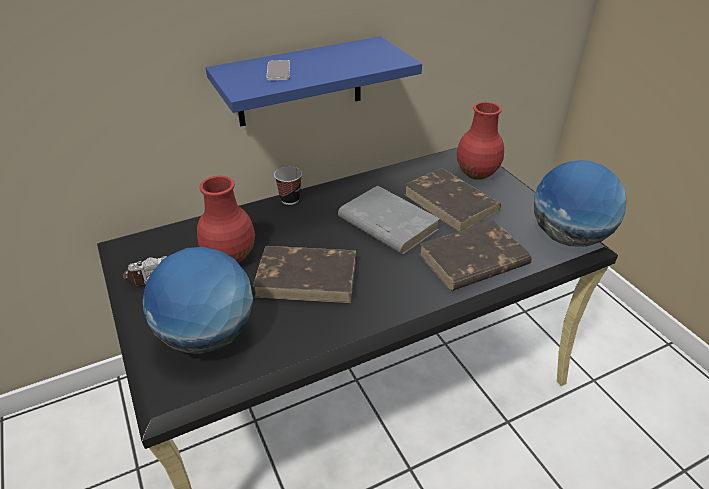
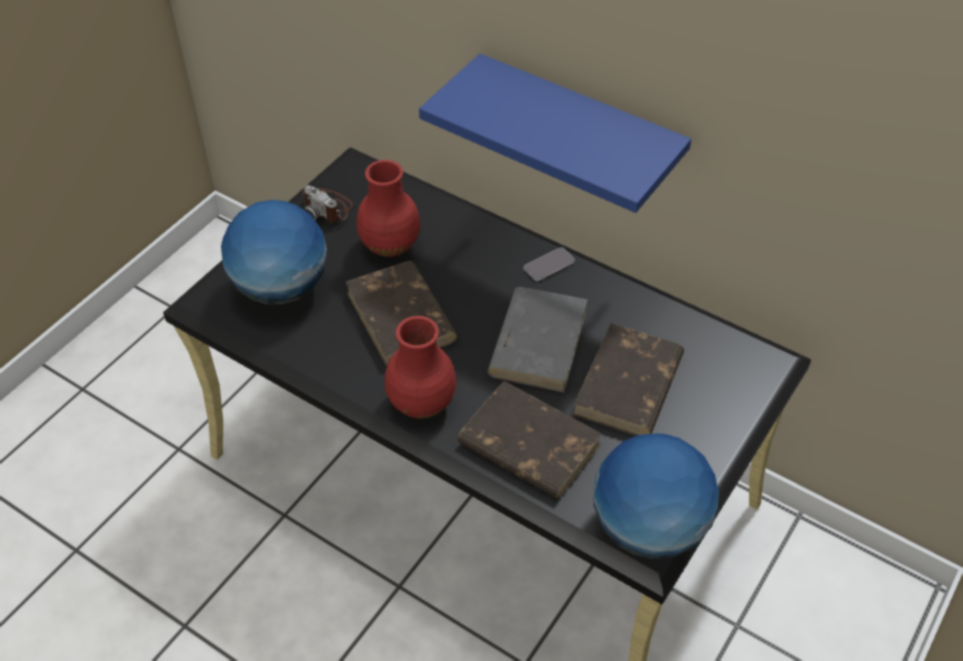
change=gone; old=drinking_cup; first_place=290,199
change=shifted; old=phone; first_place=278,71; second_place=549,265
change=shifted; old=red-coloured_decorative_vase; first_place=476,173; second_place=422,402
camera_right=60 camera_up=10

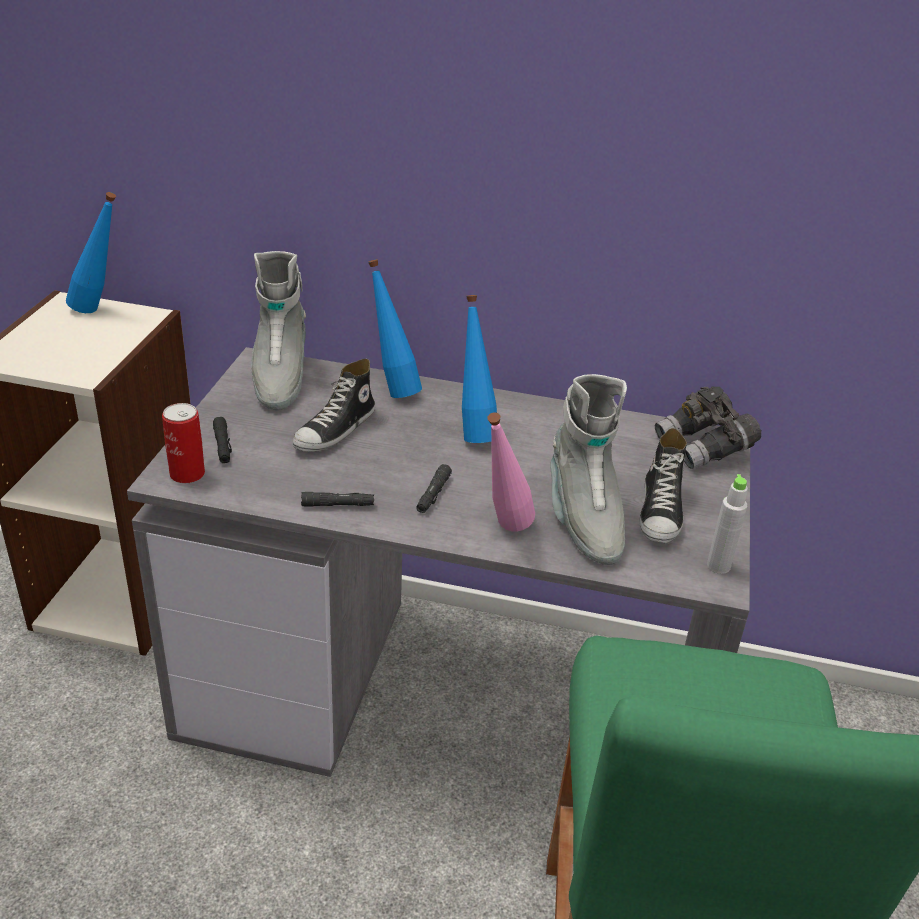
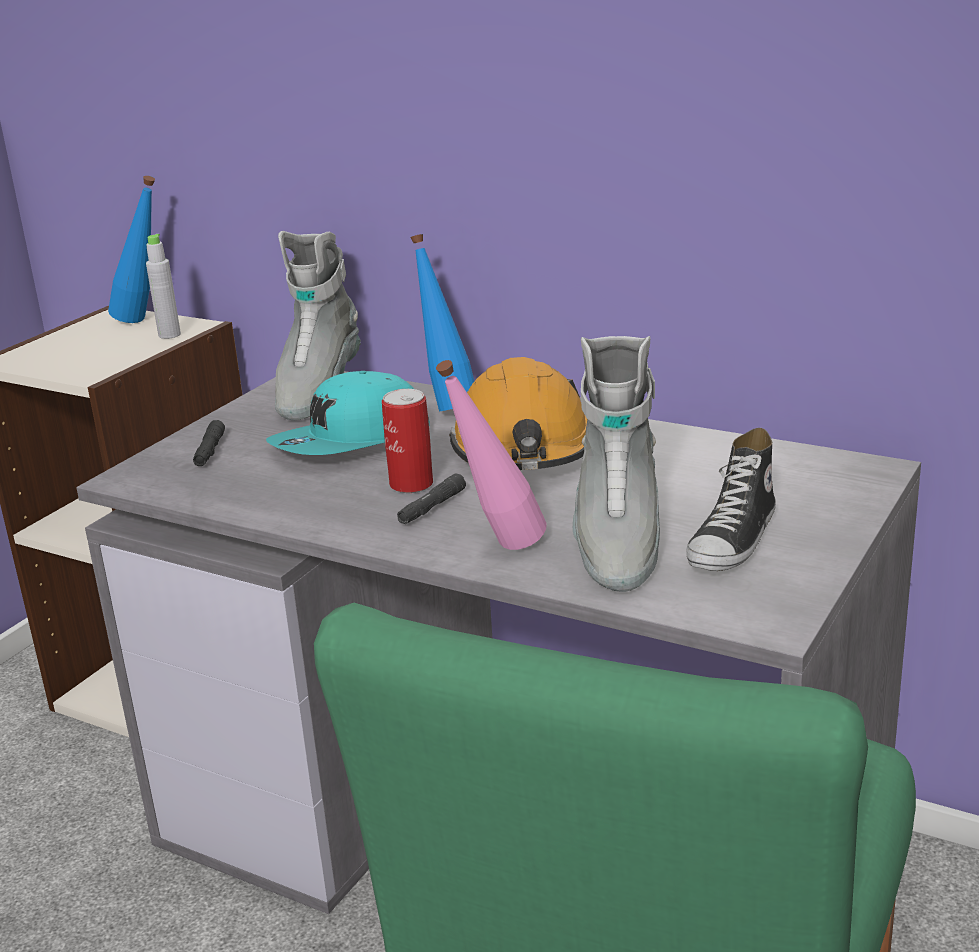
change=gone; old=black-coloured_flashlight; first_place=338,505
change=gone; old=grey_pair_of_binoculars; first_place=704,448
change=shifted; old=can; first_place=187,474; second_place=411,484
change=shifted; old=grey_bottle; first_place=718,566; second_place=169,335
change=swapped; old=low_shoe; new=turquoise_peaked_cap; first_place=336,430; second_place=351,442
change=swapped; old=blue_bottle; new=orange_hard_hat; first_place=473,432; second_place=524,449
camera_right=20 camera_up=-10

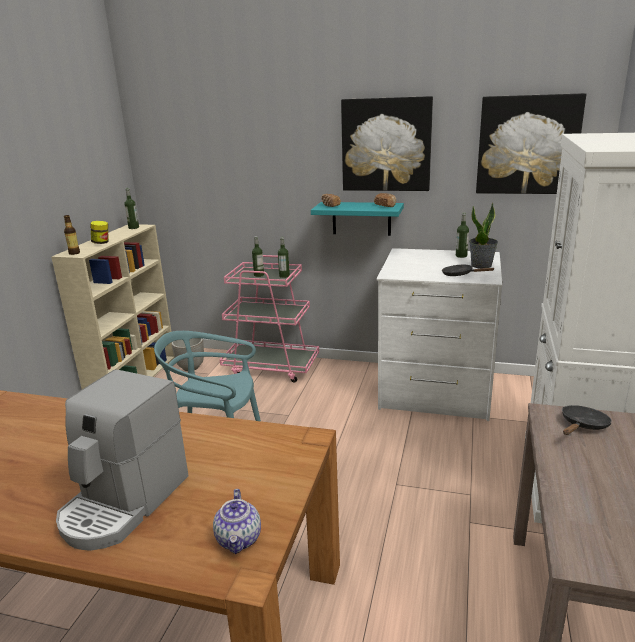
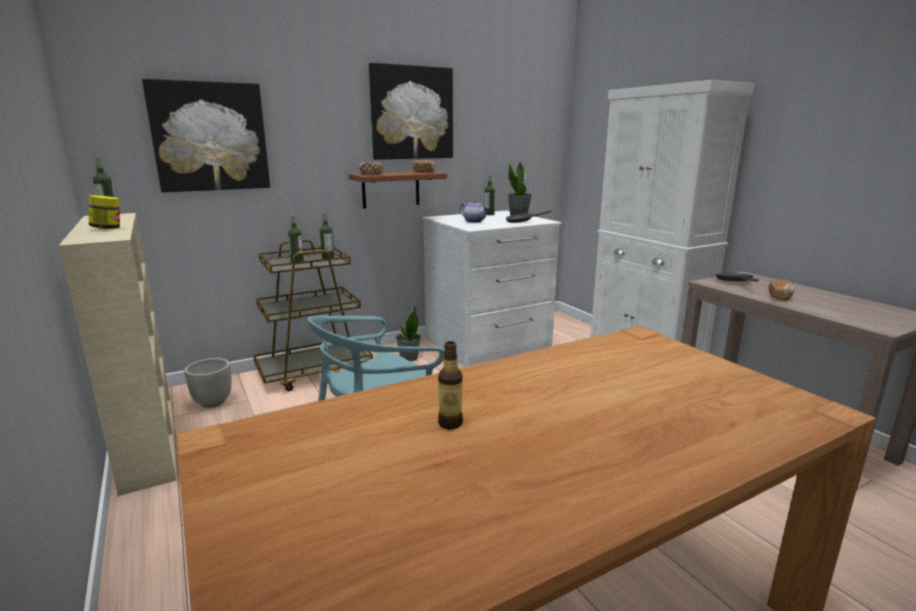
change=gone; old=coffee_maker; first_place=124,503
change=new; new=houseplant; second_place=408,357
change=new; new=baked_bread; second_place=780,297
change=shifted; old=bottle; first_place=74,253; second_place=450,423
change=shifted; old=pot_for_tea; first_place=239,539; second_place=474,221
change=shifted; old=picture; first_place=527,145; second_place=210,137
change=repainted; old=pink-coloured_cart; new=brown-coloured_cart; first_place=271,367; second_place=315,372
change=repainted; old=turquoise_shelf; new=brown-coloured_shelf; first_place=361,218; second_place=391,189
camera_right=-45 camera_up=-5

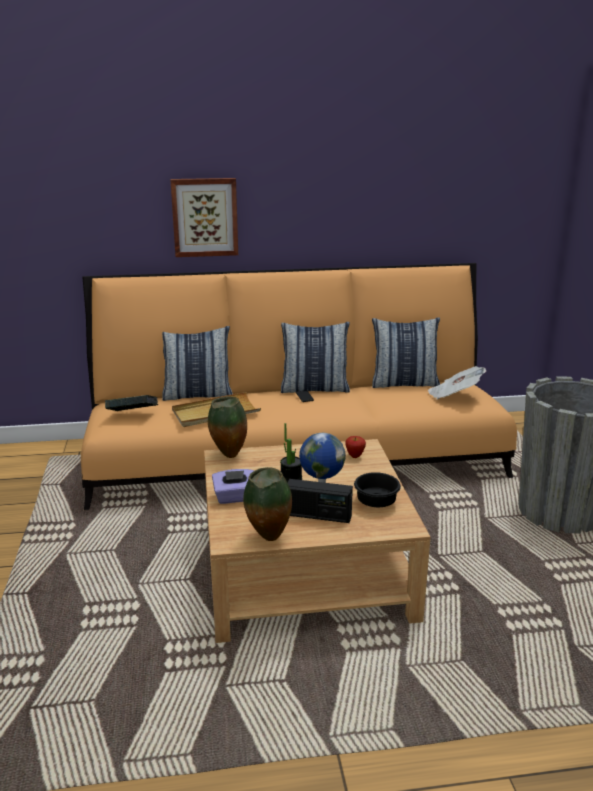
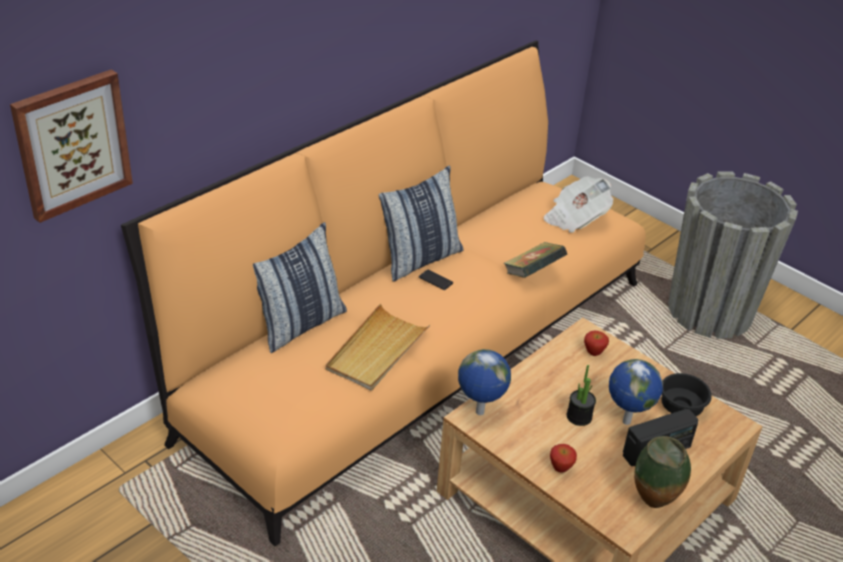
change=gone; old=throw_pillow; first_place=404,383
change=shifted; old=volume; first_place=133,416; second_place=532,273
change=shifted; old=picture; first_place=205,217; second_place=72,144
change=swapped; old=decorative_vase; new=desk_globe; first_place=228,456; second_place=479,413
change=swapped; old=purplish_tissue_box; new=apple_fruit; first_place=235,498; second_place=560,469
camera_right=-40 camera_up=15

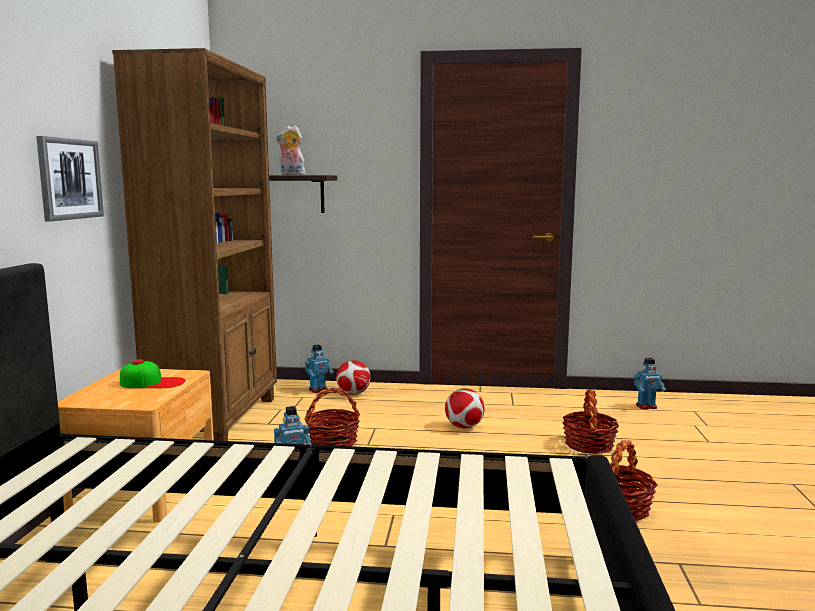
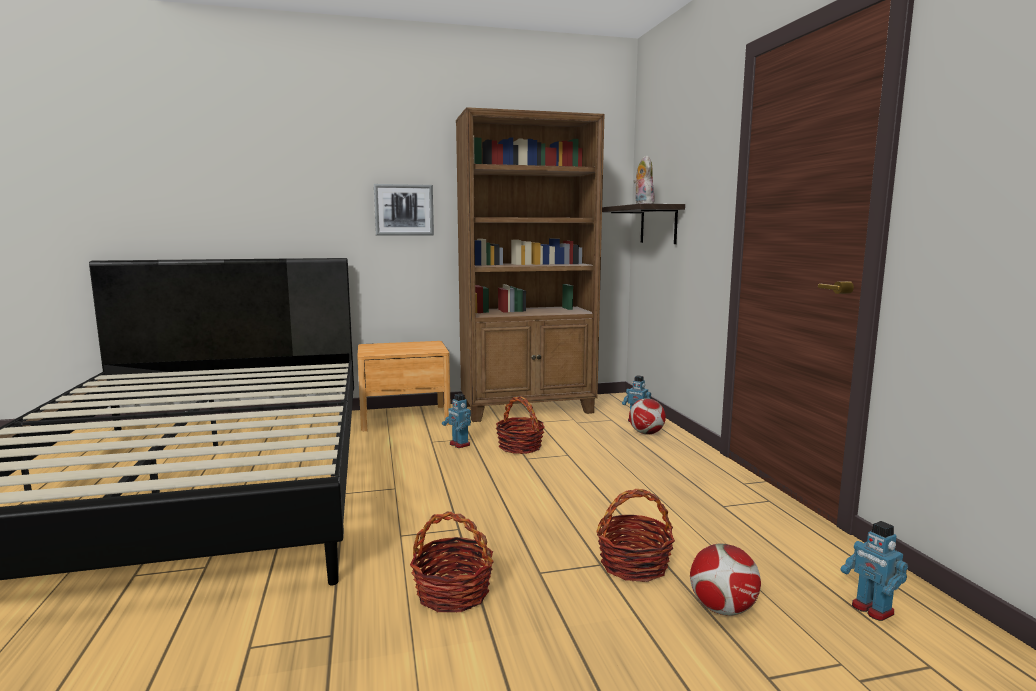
change=gone; old=peaked_cap; first_place=152,382
change=shifted; old=ball_for_football; first_place=464,427; second_place=722,609
camera_right=70 camera_up=0

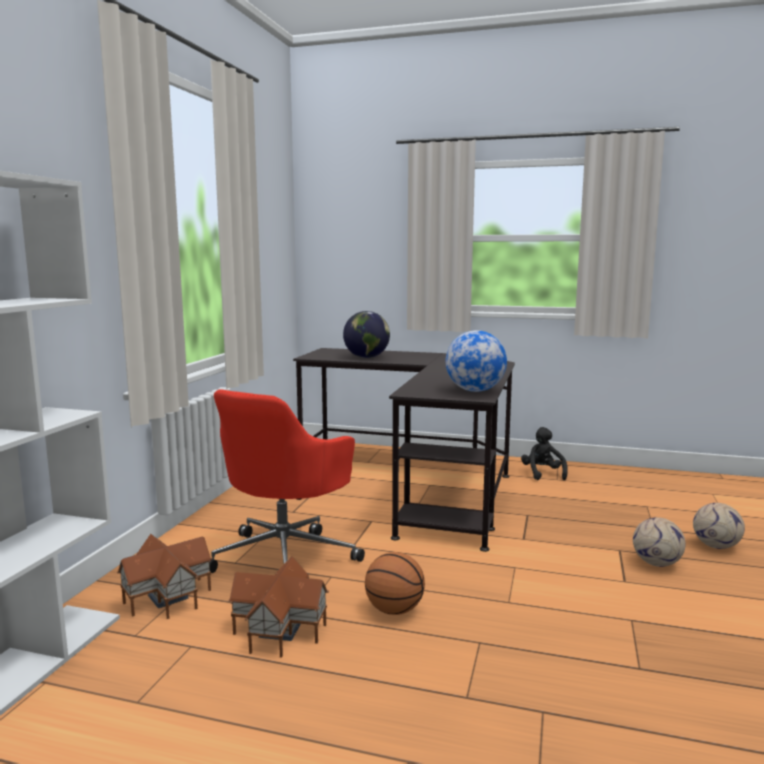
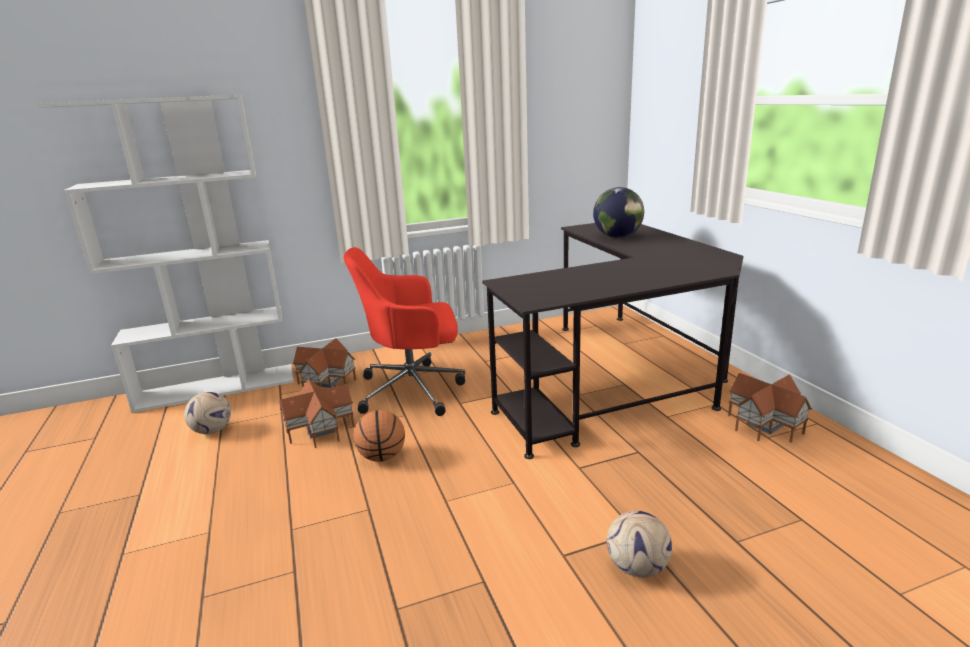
change=gone; old=desk_globe; first_place=475,391
change=shifted; old=ball_for_football; first_place=716,546; second_place=212,431
change=swapped; old=black-coloured_soft_toy; new=toy_house; first_place=542,474; second_place=766,424
camera_right=55 camera_up=10

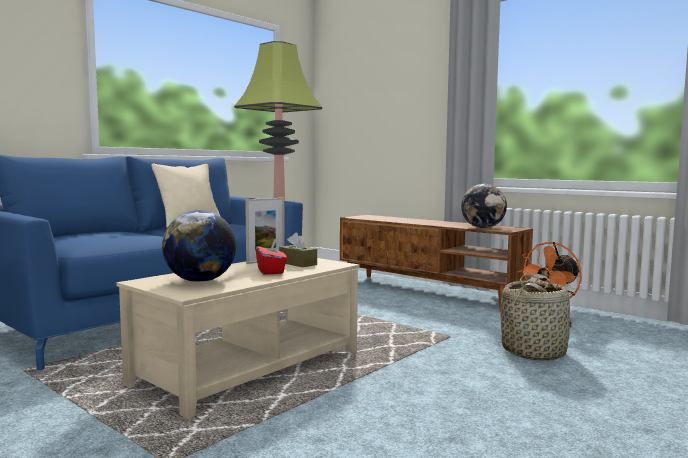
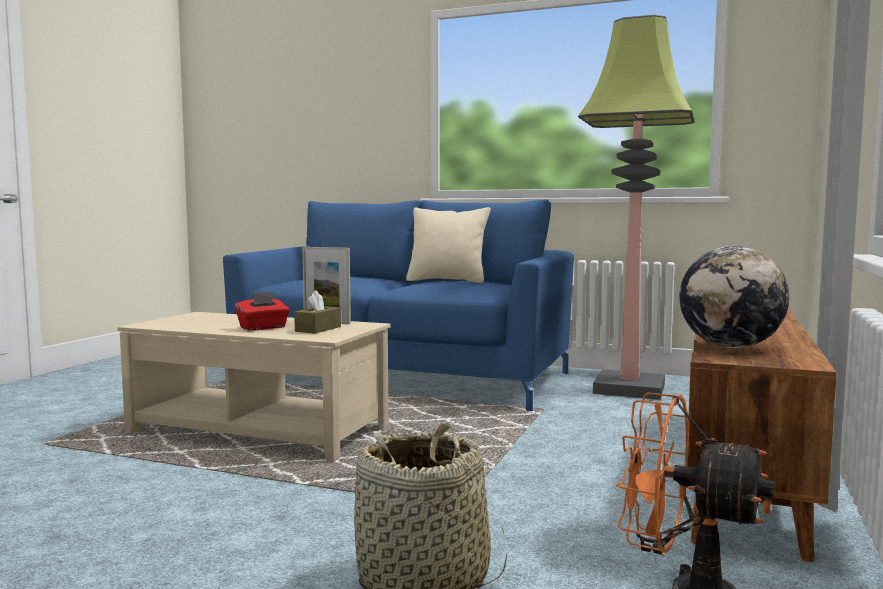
change=gone; old=desk_globe; first_place=200,281
camera_right=70 camera_up=0

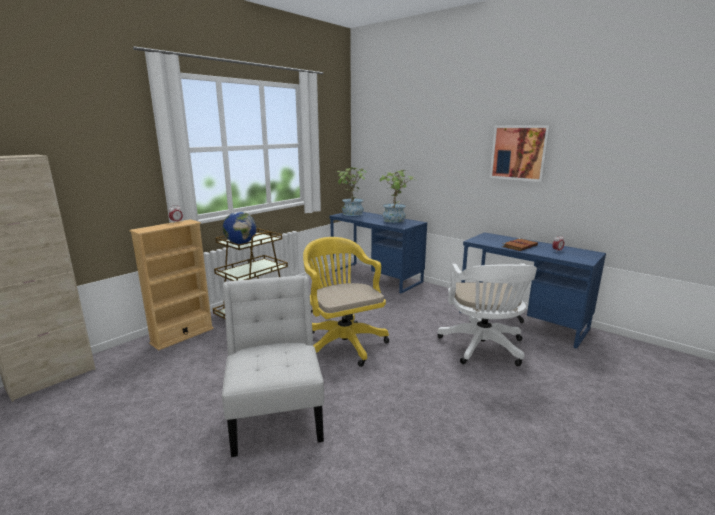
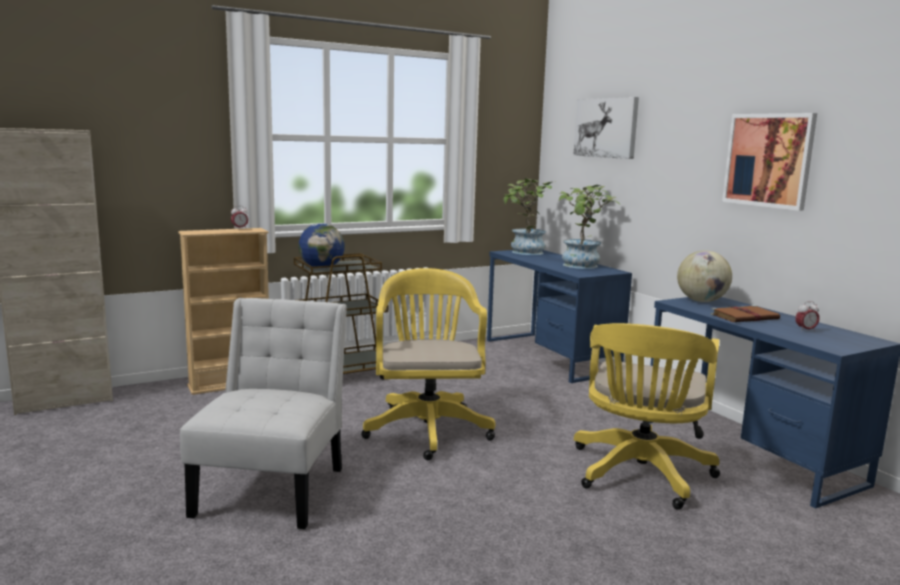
change=new; new=picture; second_place=606,128
change=new; new=desk_globe; second_place=701,301
change=repainted; old=white_desk_chair; new=yellow-coloured_desk_chair; first_place=483,348; second_place=640,475
camera_right=20 camera_up=-5

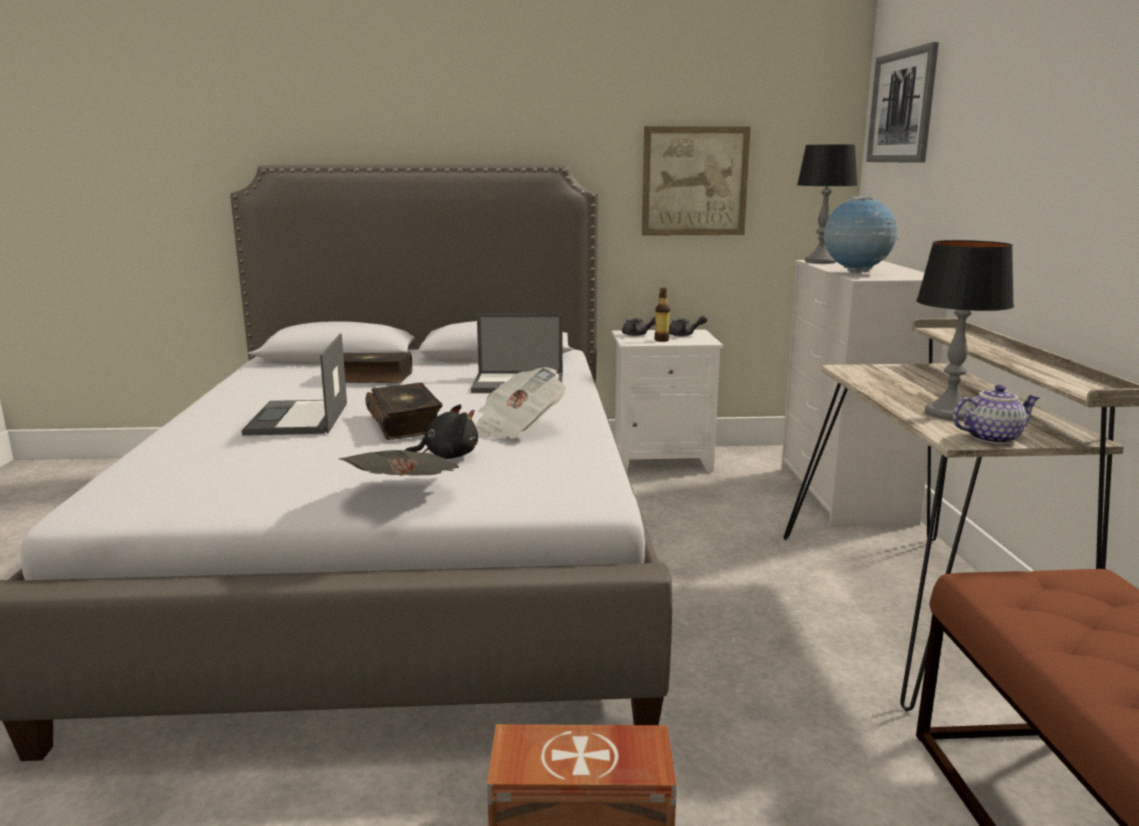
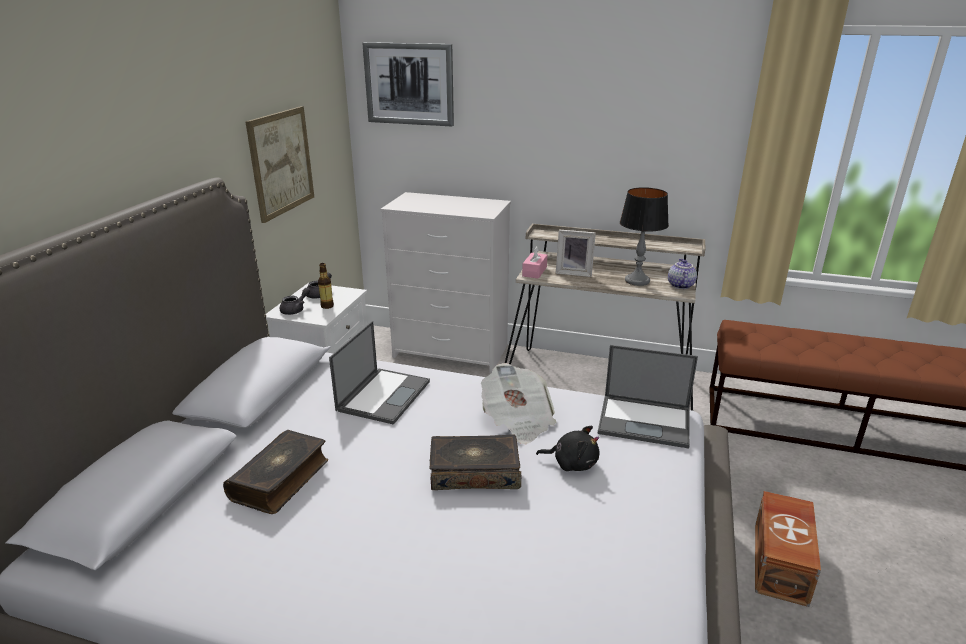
change=gone; old=daily_paper; first_place=404,494
change=gone; old=tabletop_lamp; first_place=820,261
change=gone; old=desk_globe; first_place=856,272
change=new; new=pink-coloured_tissue_box; second_place=534,271
change=new; new=photo_frame; second_place=574,272
change=shifted; old=laptop; first_place=298,419; second_place=645,421
change=rotated; old=black-coloured_soft_toy; first_place=447,456; second_place=572,463; degrees=105
camera_right=-70 camera_up=10

